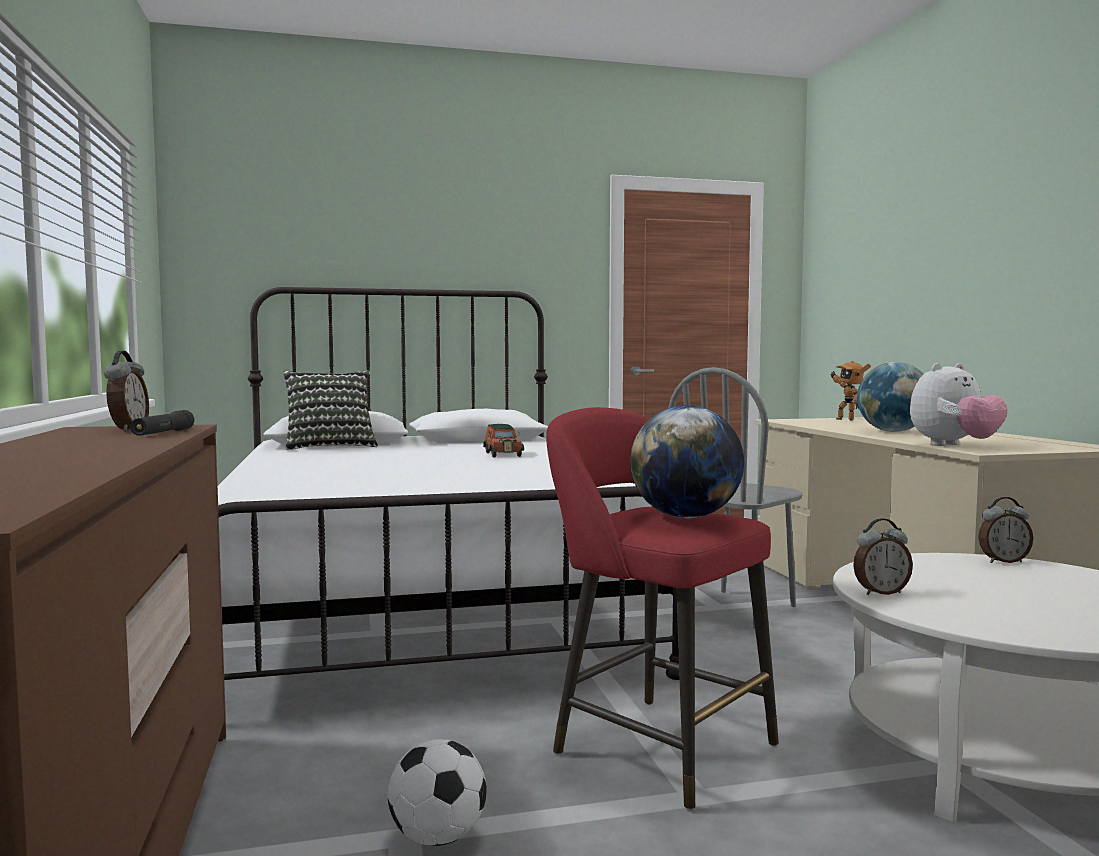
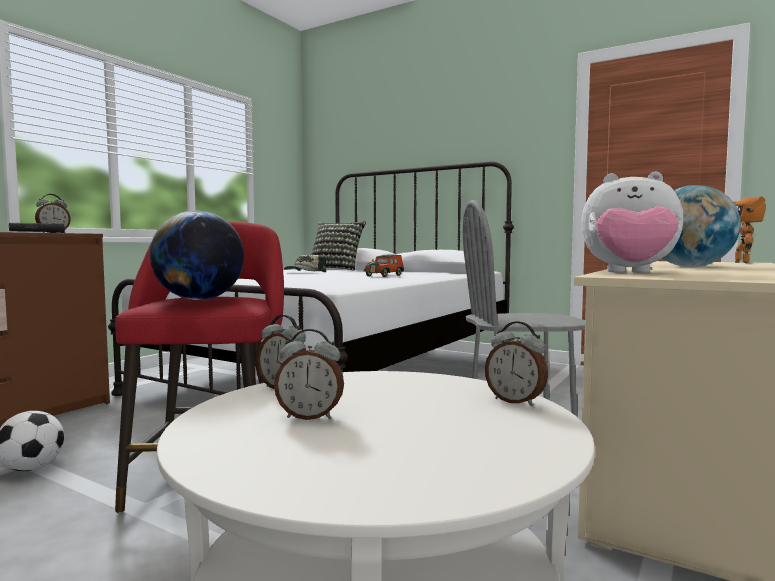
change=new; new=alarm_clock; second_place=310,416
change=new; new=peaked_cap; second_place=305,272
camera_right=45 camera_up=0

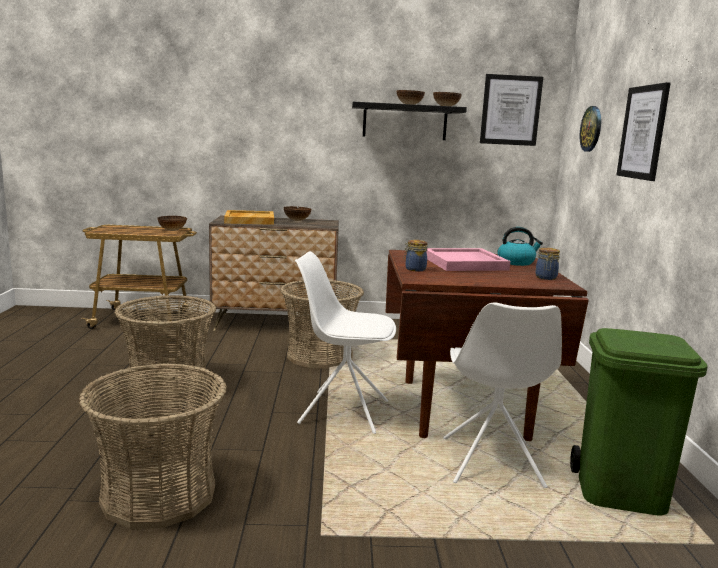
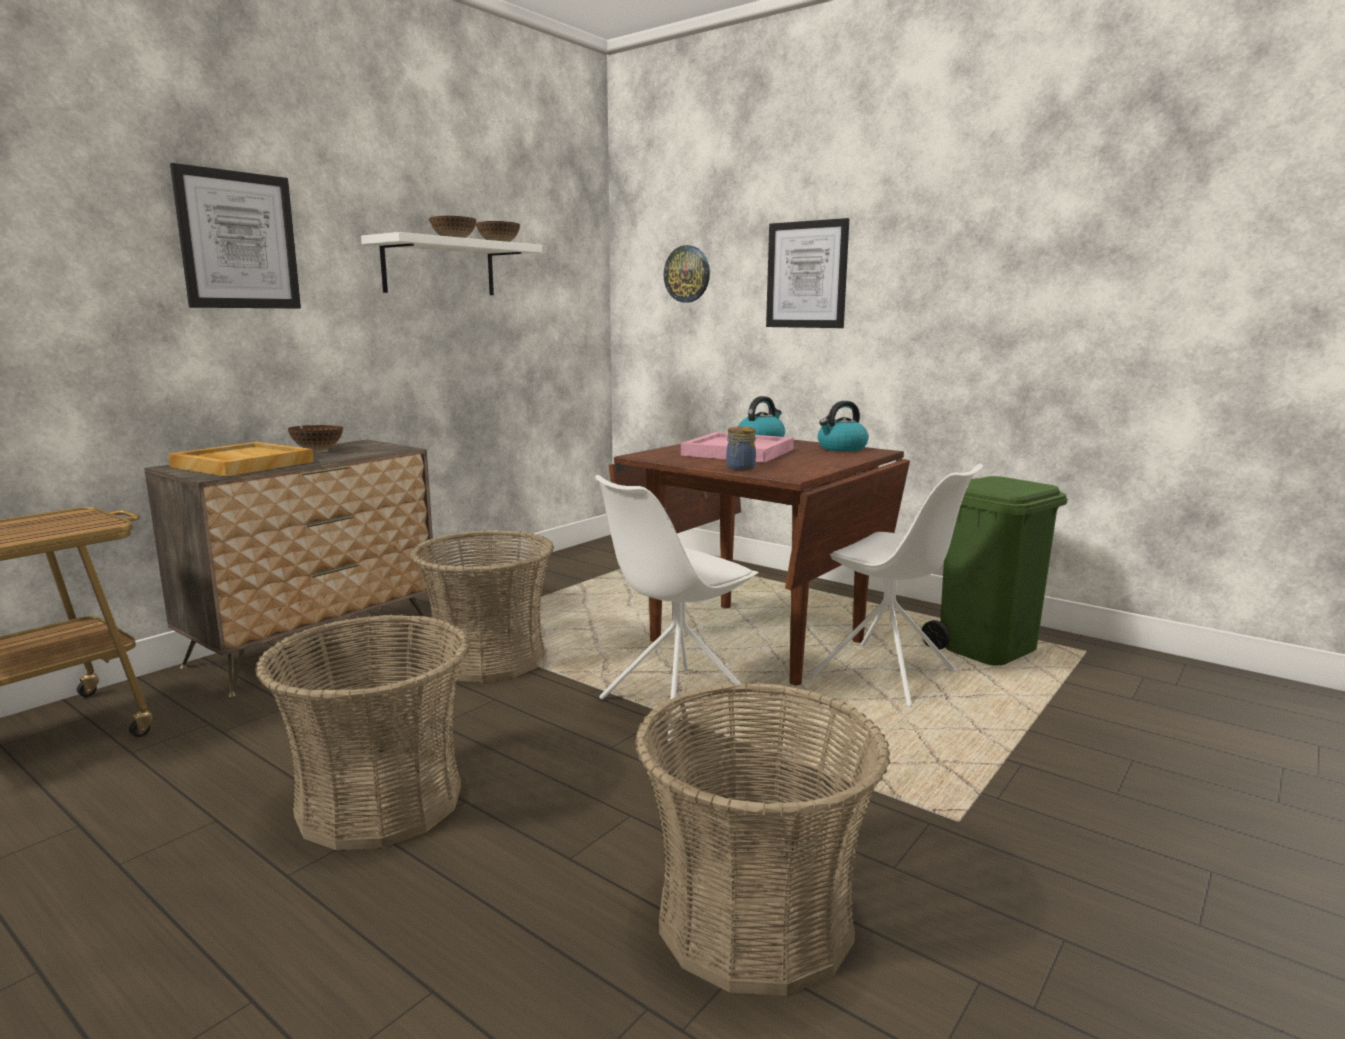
change=gone; old=serving_bowl; first_place=172,230
change=shifted; old=picture; first_place=510,110; second_place=238,240
change=swapped; old=preserve_jar; new=kettle; first_place=546,278; second_place=841,448
change=repainted; old=black-coloured_shelf; new=white_shelf; first_place=405,122; second_place=439,268
camera_right=-50 camera_up=0

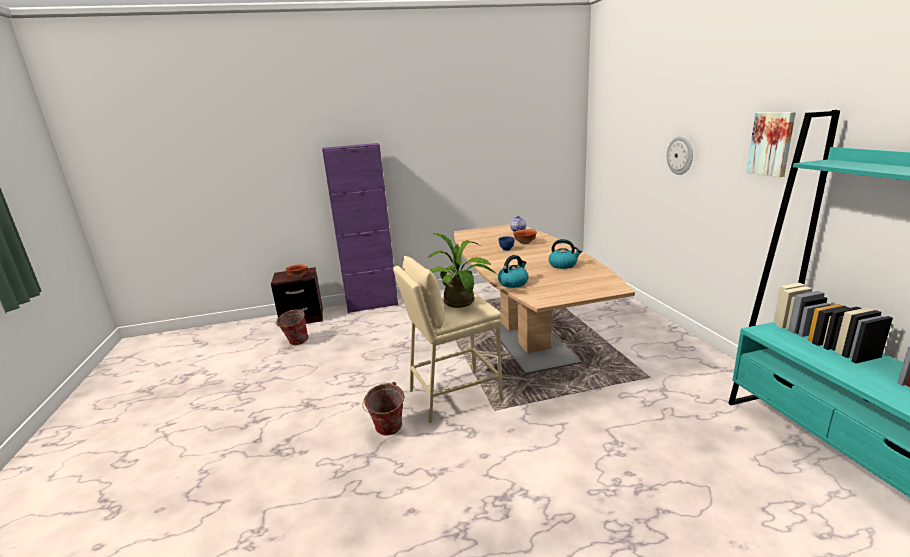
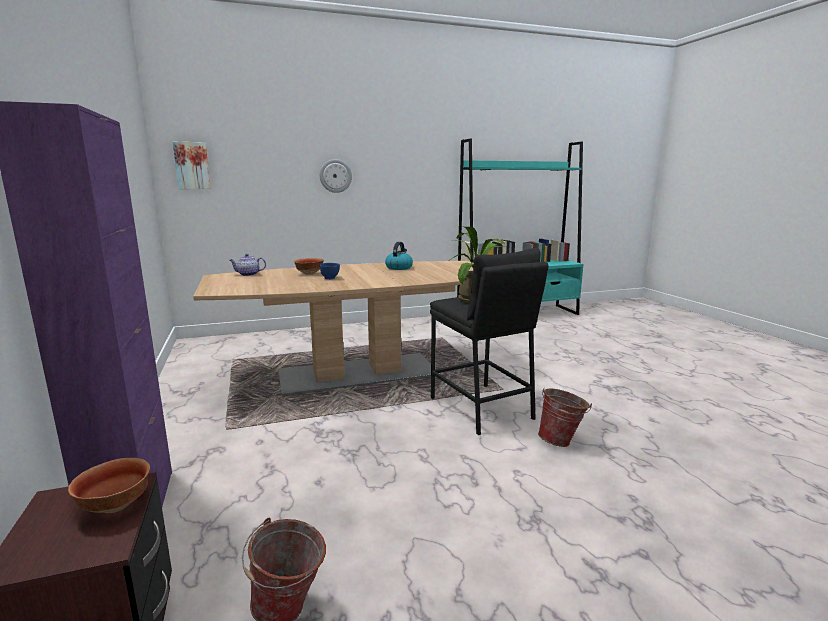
change=gone; old=kettle; first_place=513,283
change=shifted; old=picture; first_place=772,143; second_place=192,165
change=repainted; old=beige_stool_seat; new=black-coloured_stool_seat; first_place=453,394; second_place=481,408
camera_right=-95 camera_up=-5

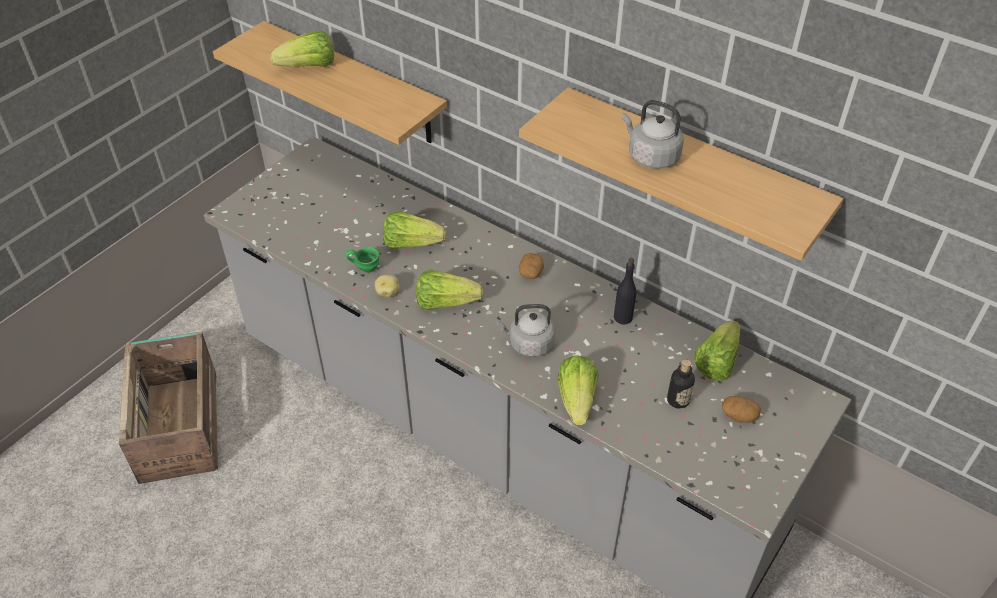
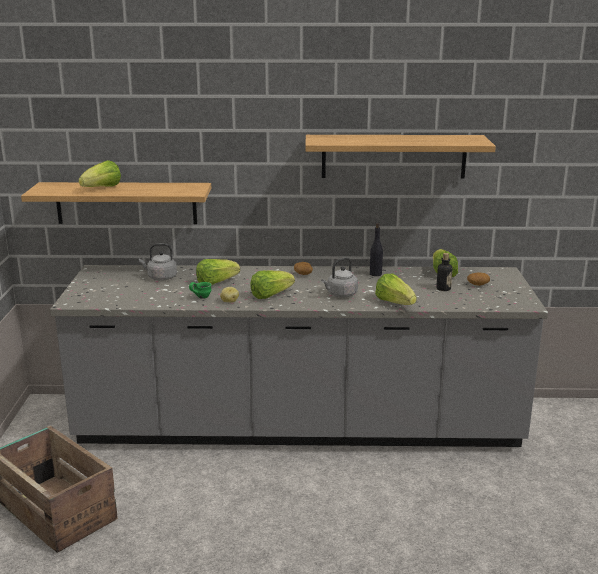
change=shifted; old=grey_kettle; first_place=651,156; second_place=160,278
camera_right=-35 camera_up=-25

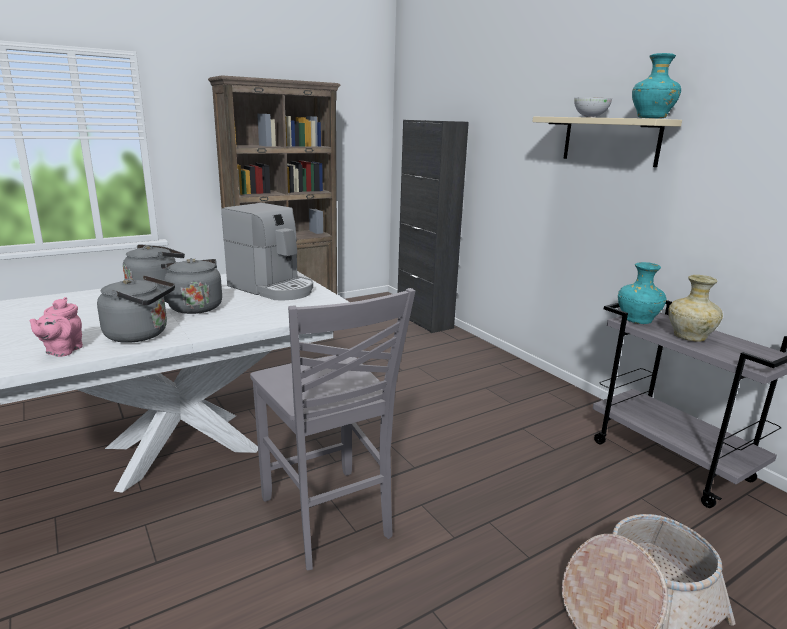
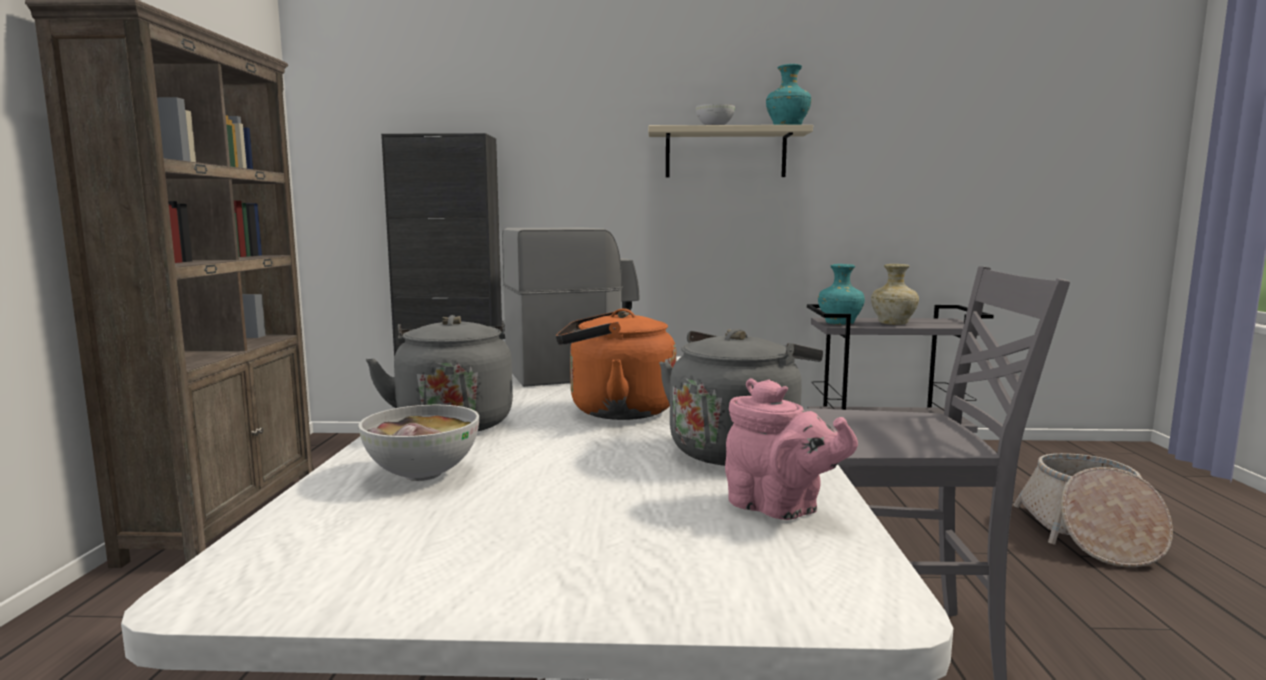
change=new; new=serving_bowl; second_place=423,474
change=repainted; old=grey_kettle; new=orange_kettle; first_place=194,307; second_place=614,411
camera_right=-55 camera_up=-10

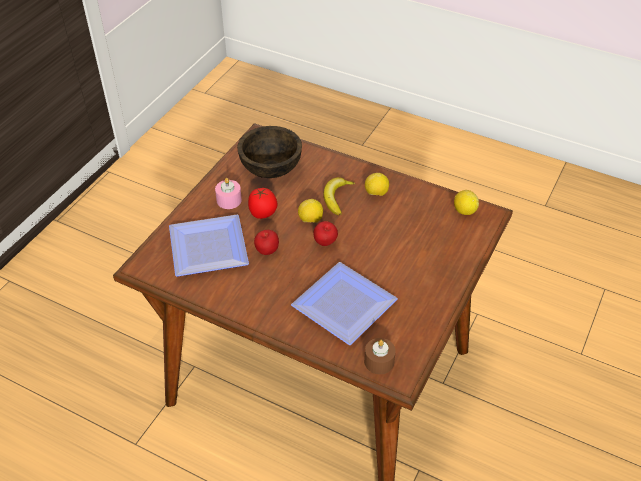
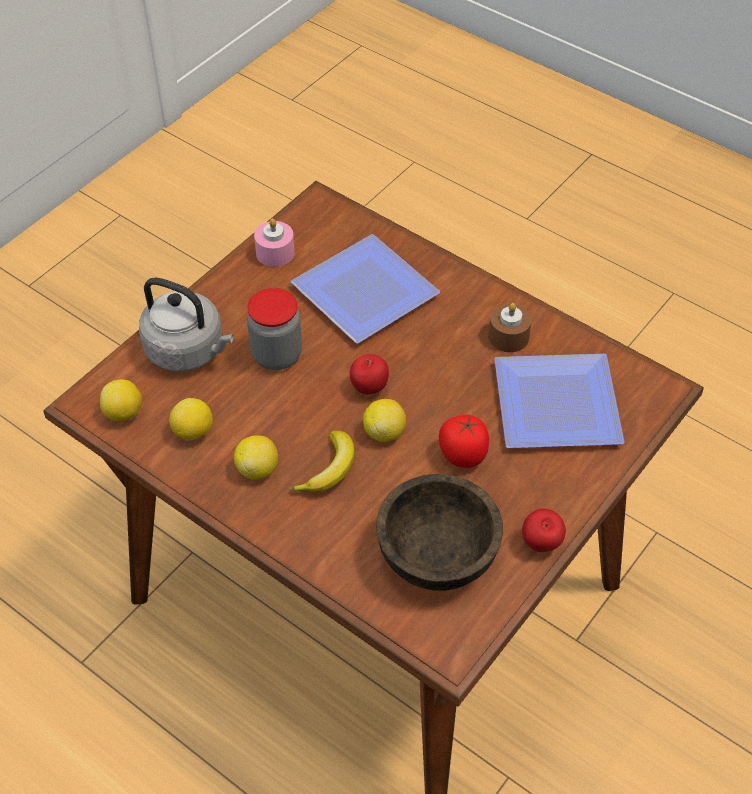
change=new; new=grey_kettle; second_place=189,351
change=new; new=whole_lemon; second_place=193,432
change=new; new=preserve_jar; second_place=277,355
change=shifted; old=pink-coloured_candle; first_place=229,200; second_place=275,253
change=shifted; old=apple_fruit; first_place=267,251; second_place=541,544
change=shifted; old=brown-coloured_candle; first_place=379,361; second_place=508,336
camera_right=-170 camera_up=5

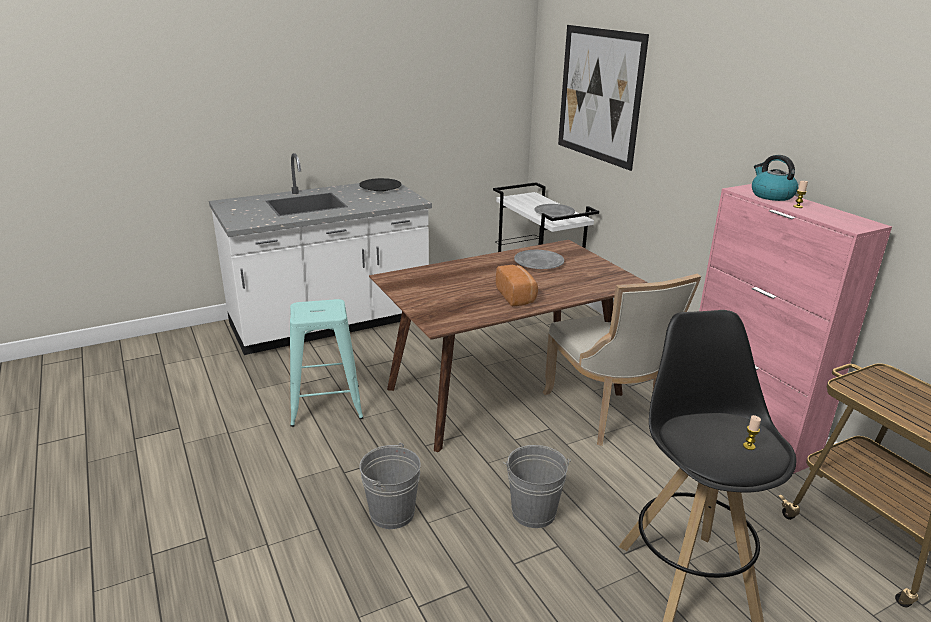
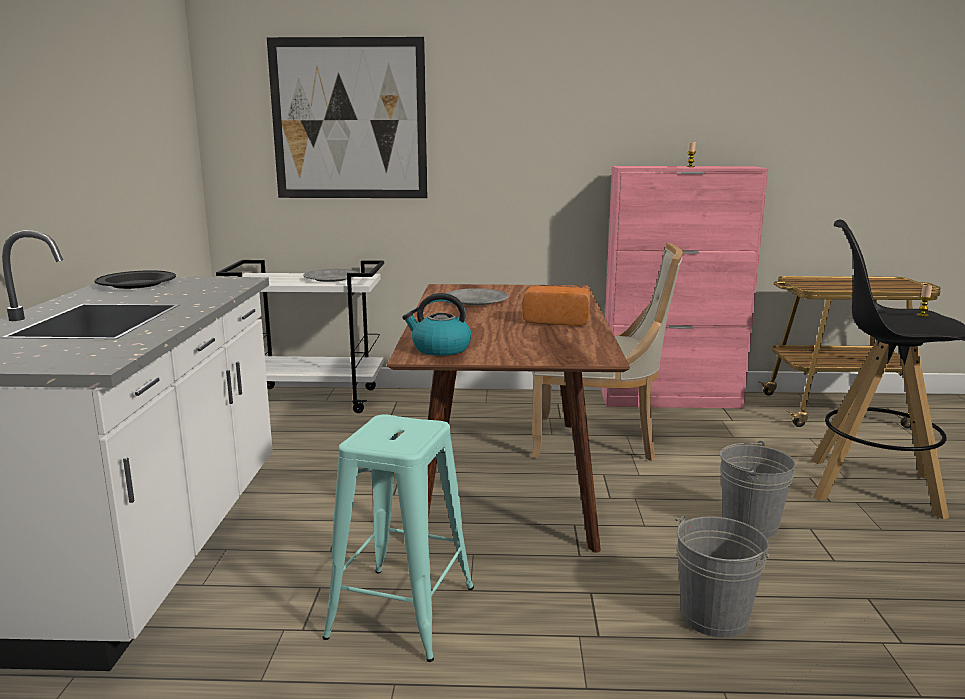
change=shifted; old=kettle; first_place=771,195; second_place=440,349
camera_right=-60 camera_up=-10

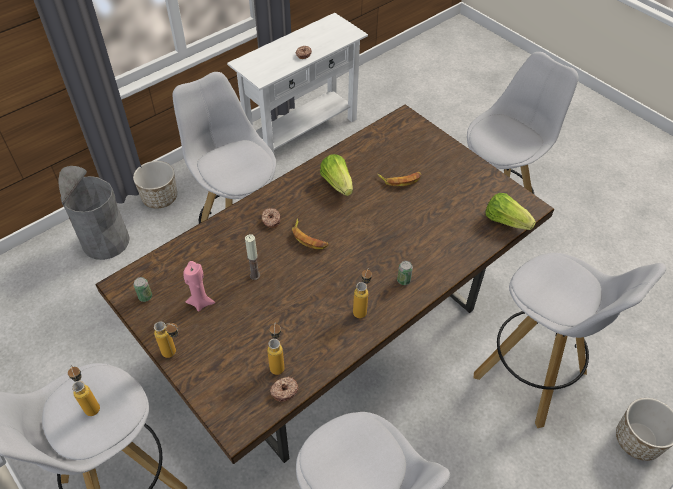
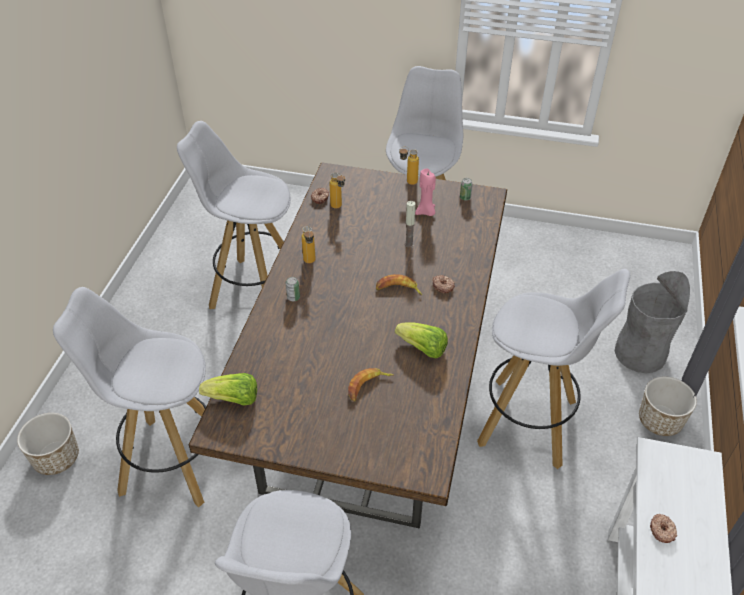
change=gone; old=bottle; first_place=91,404
camera_right=145 camera_up=-5

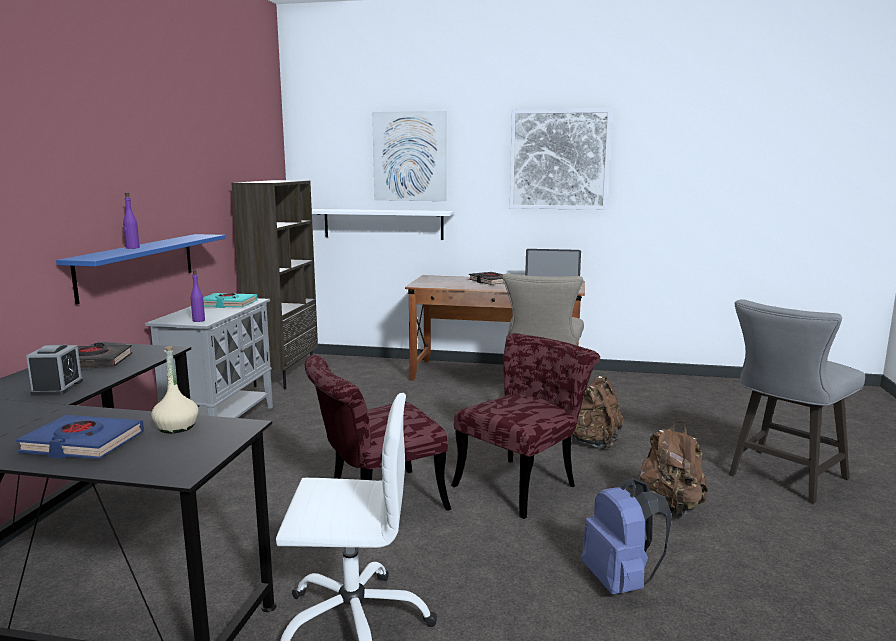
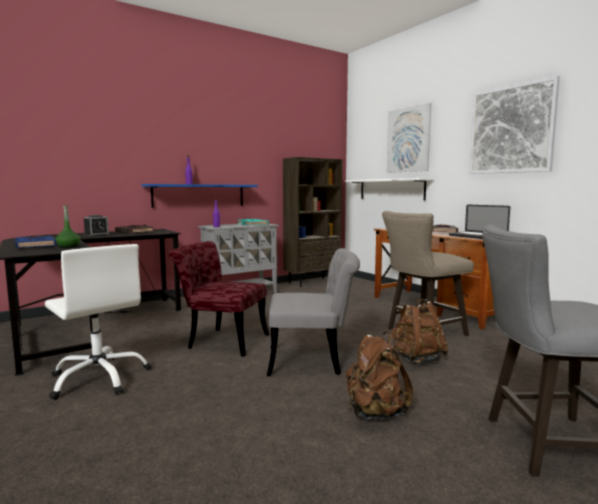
change=gone; old=blue_backpack; first_place=620,582
change=repainted; old=beige_bottle; new=green_bottle; first_place=176,427; second_place=68,247
change=repainted; old=red-coloured_chair; new=grey_chair; first_place=523,482; second_place=313,361
camera_right=45 camera_up=-5

